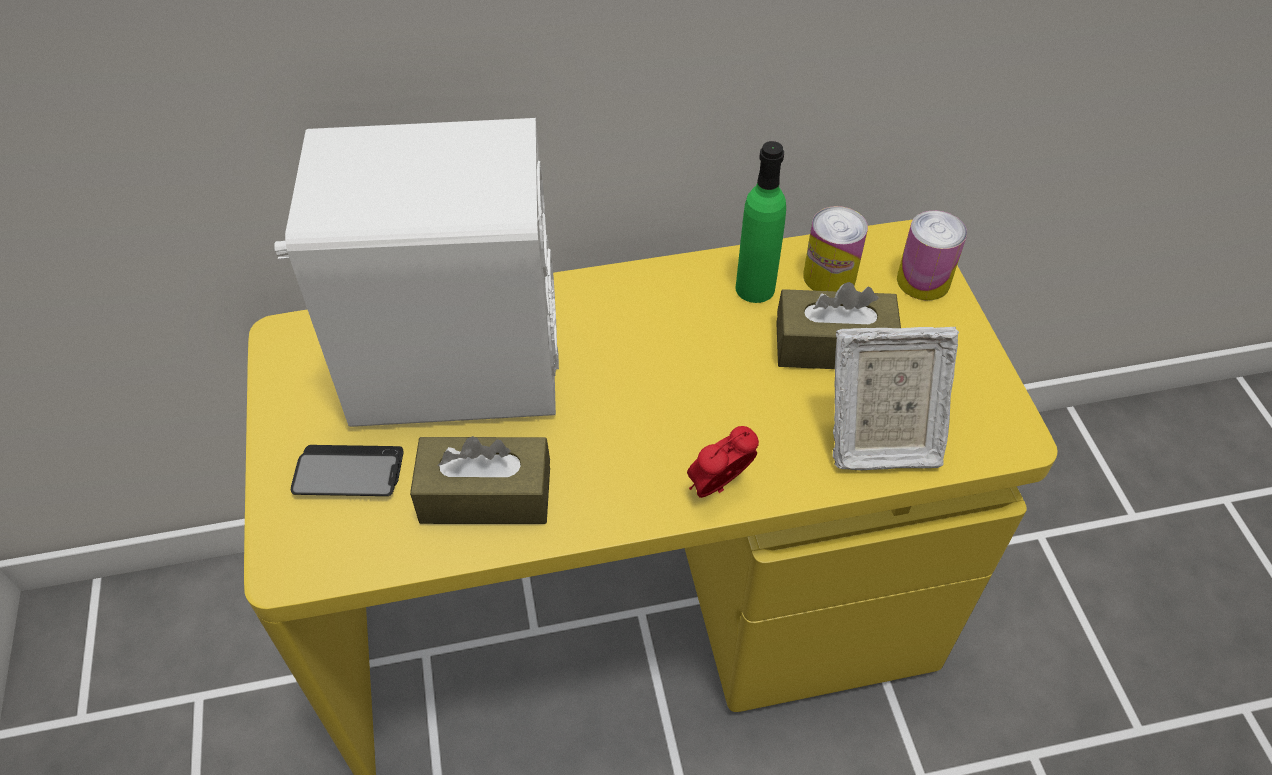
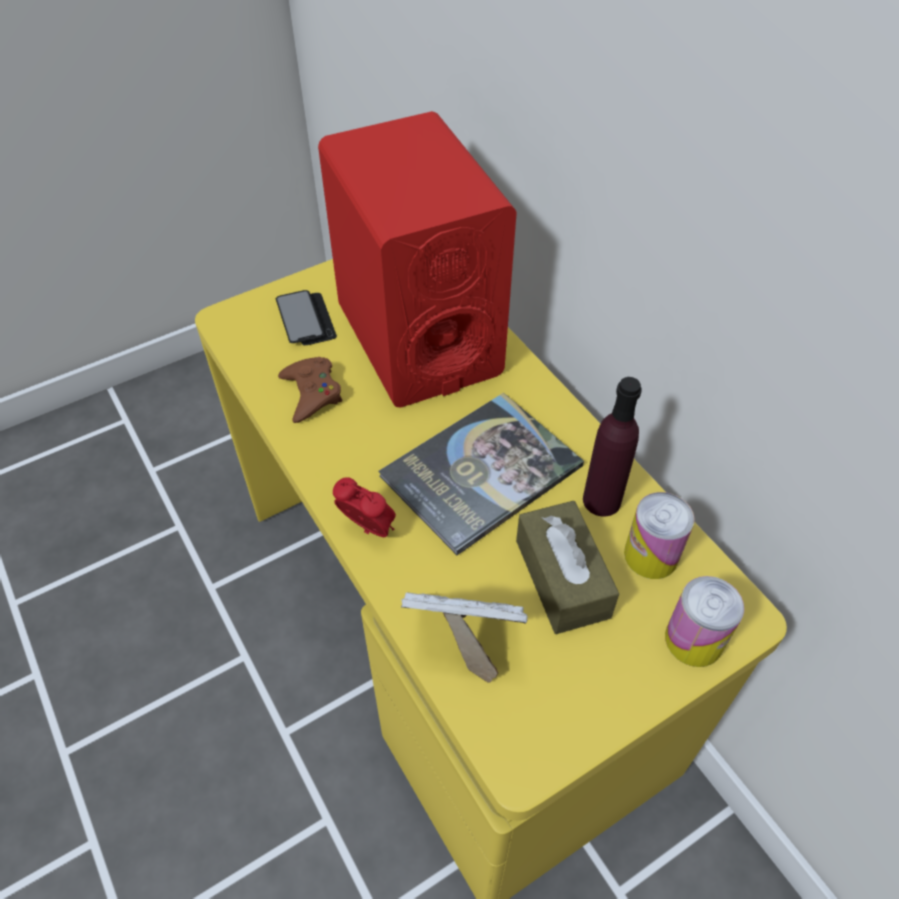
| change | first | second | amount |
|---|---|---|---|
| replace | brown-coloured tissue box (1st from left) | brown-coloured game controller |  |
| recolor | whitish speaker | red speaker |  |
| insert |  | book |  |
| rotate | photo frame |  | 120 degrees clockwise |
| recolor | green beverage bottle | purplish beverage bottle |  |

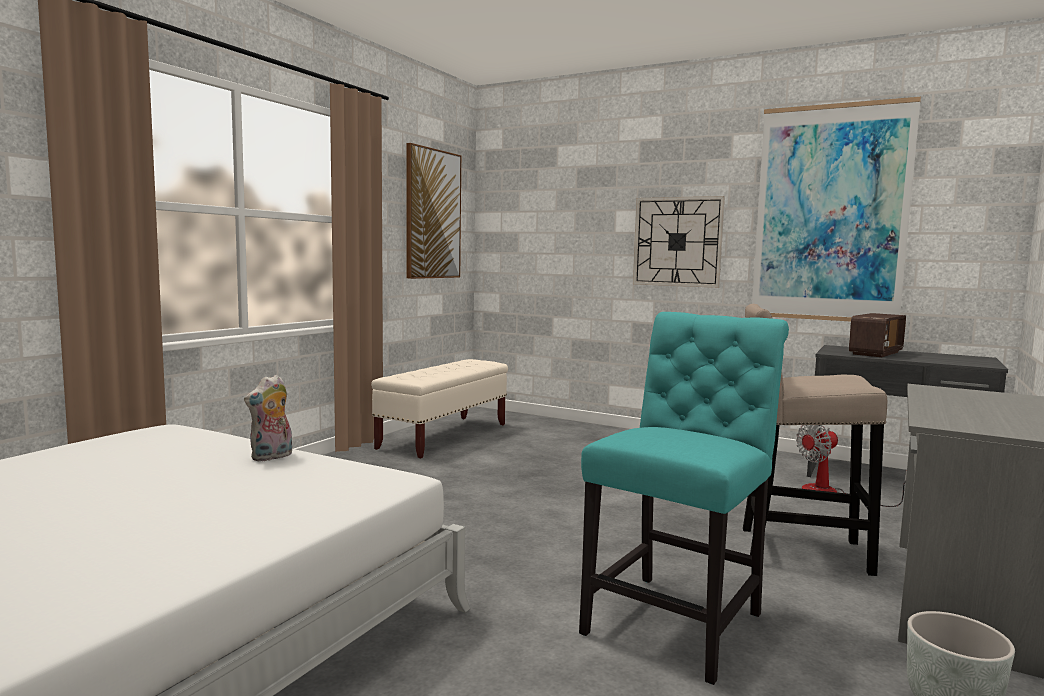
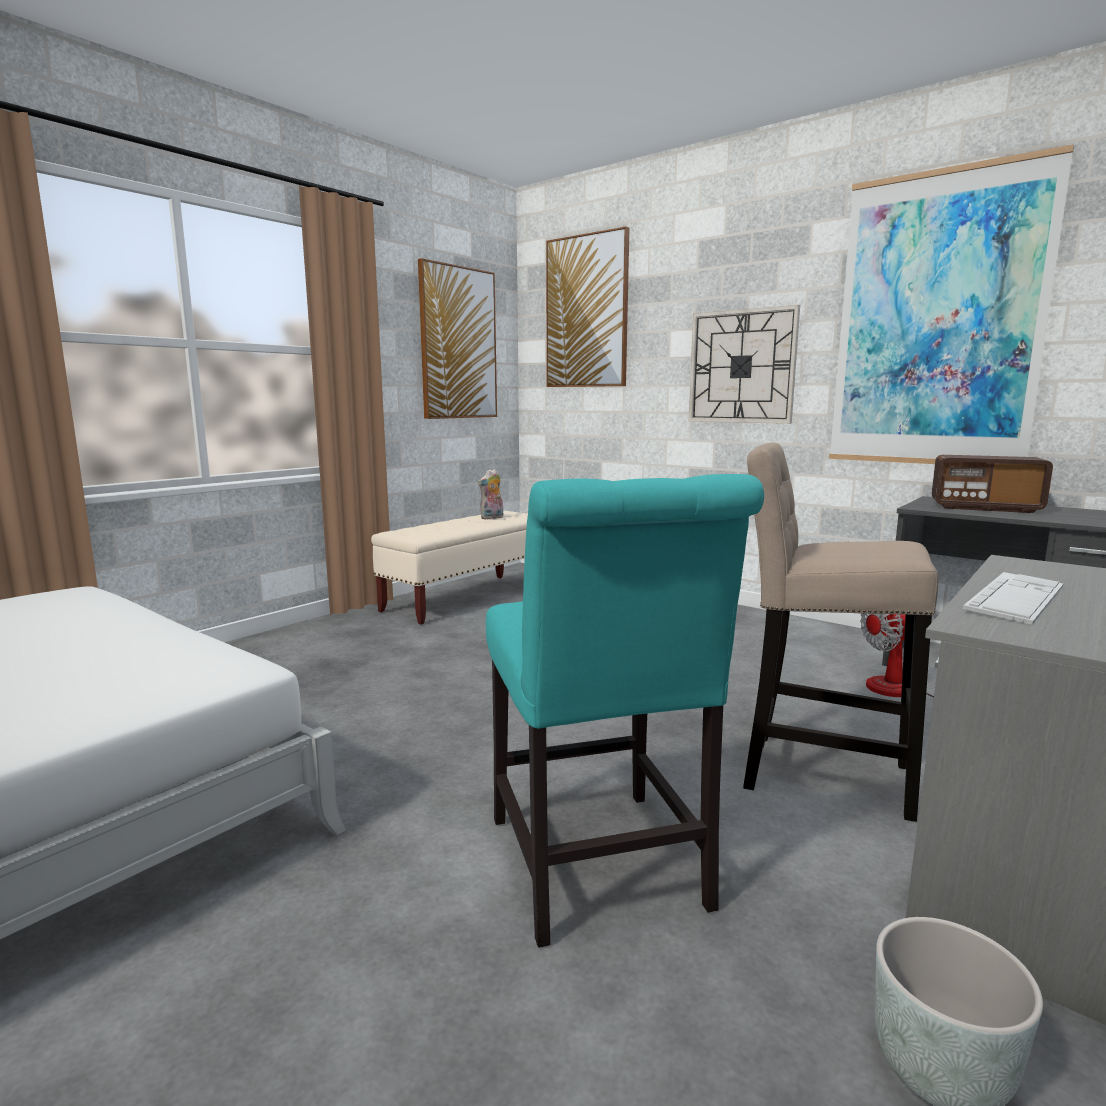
| change | first | second | amount |
|---|---|---|---|
| move | soft toy |  |  |
| rotate | turquoise-coloured upright chair |  | 120 degrees clockwise |
| insert |  | wall picture (2nd from left) |  |
| rotate | radio set |  | 60 degrees clockwise |
| insert |  | computer keyboard |  |

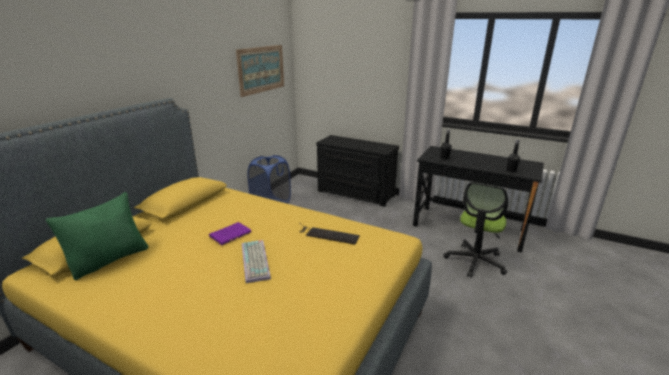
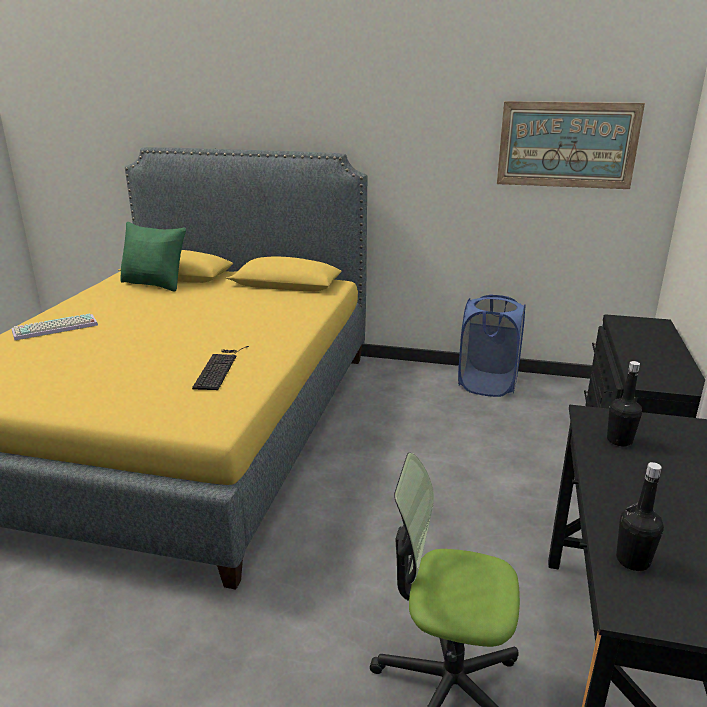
| change | first | second | amount |
|---|---|---|---|
| move | computer keyboard (1st from left) |  |  |
| delete | purplish book |  |  |

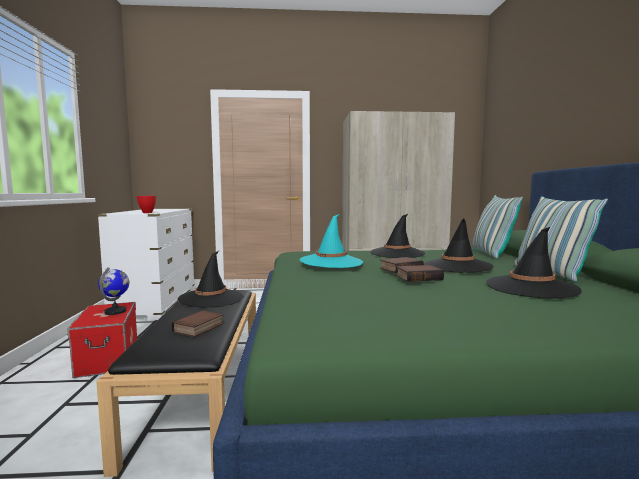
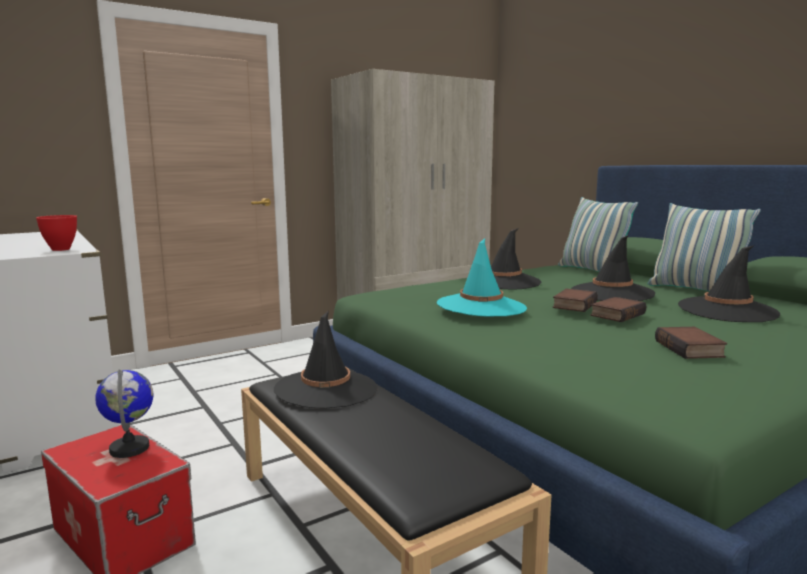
| change | first | second | amount |
|---|---|---|---|
| move | book (1st from left in the first image) | book (3rd from left) |  |

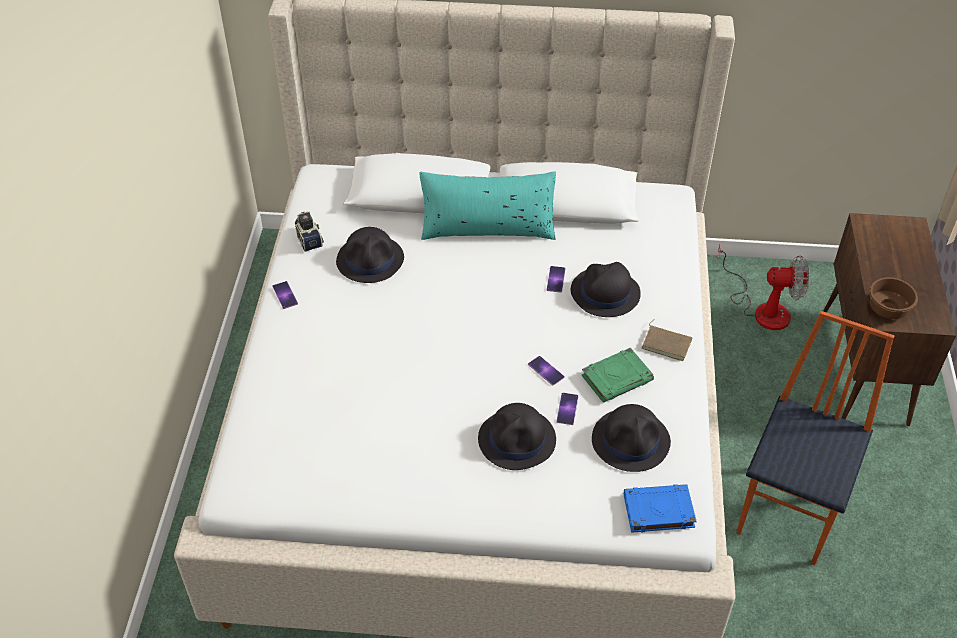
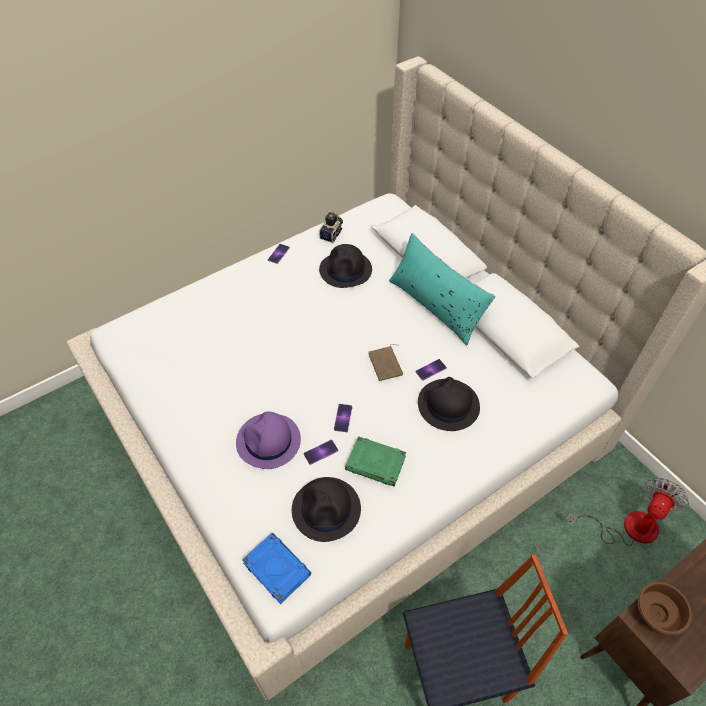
| change | first | second | amount |
|---|---|---|---|
| recolor | black-coloured wearable hat (2nd from left) | purplish wearable hat |  |
| move | brown-coloured book |  |  |
| rotate | electric fan |  | 105 degrees counterclockwise |

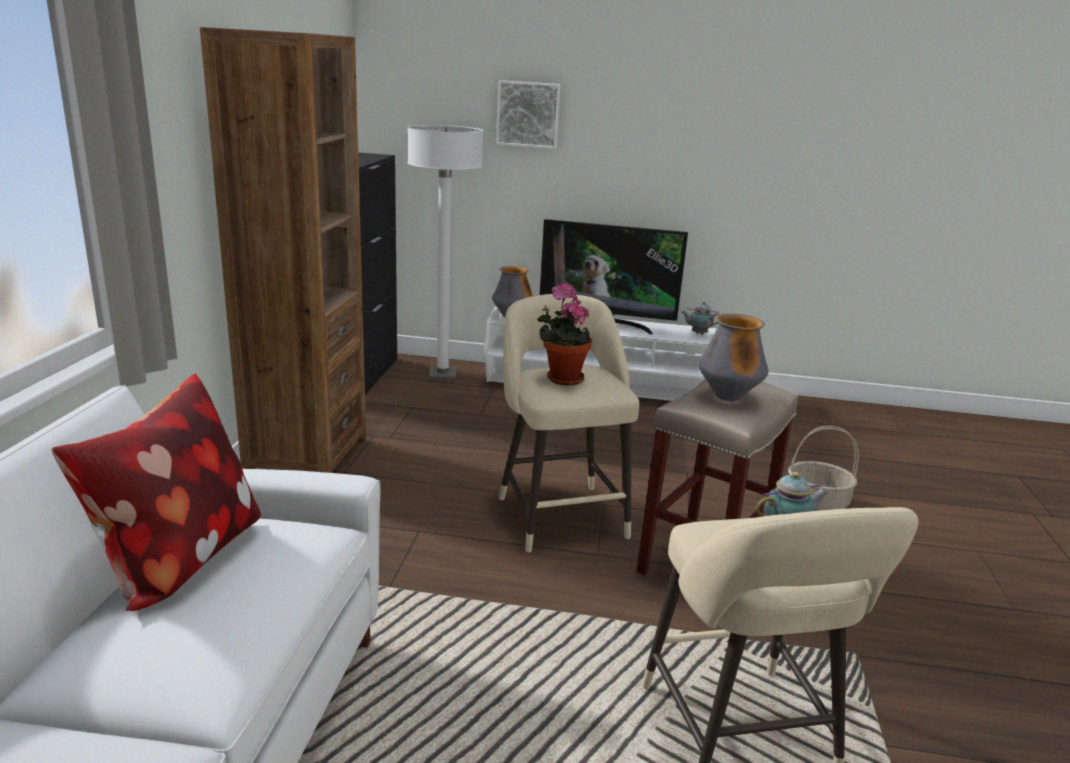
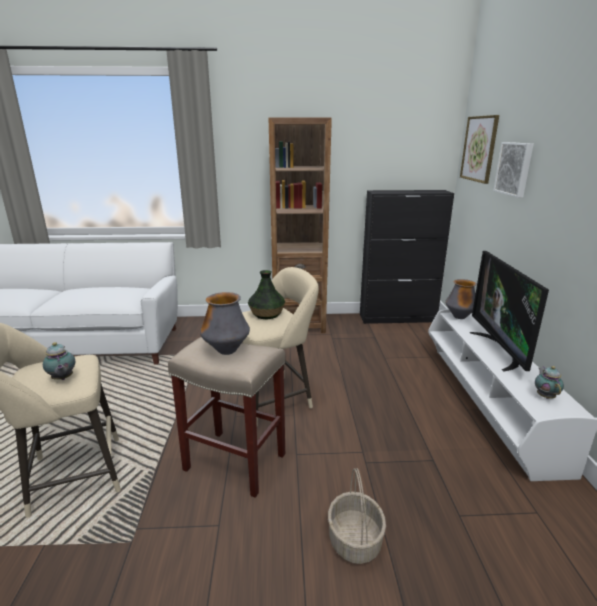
| change | first | second | amount |
|---|---|---|---|
| replace | potted plant | flower vase (2nd from left) |  |
| insert |  | wall picture (1st from left) |  |
| delete | pillow |  |  |
| delete | whitish standard lamp |  |  |

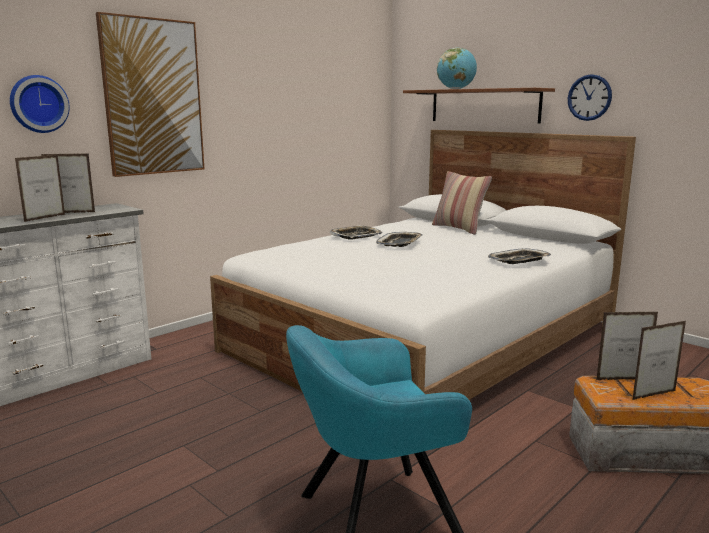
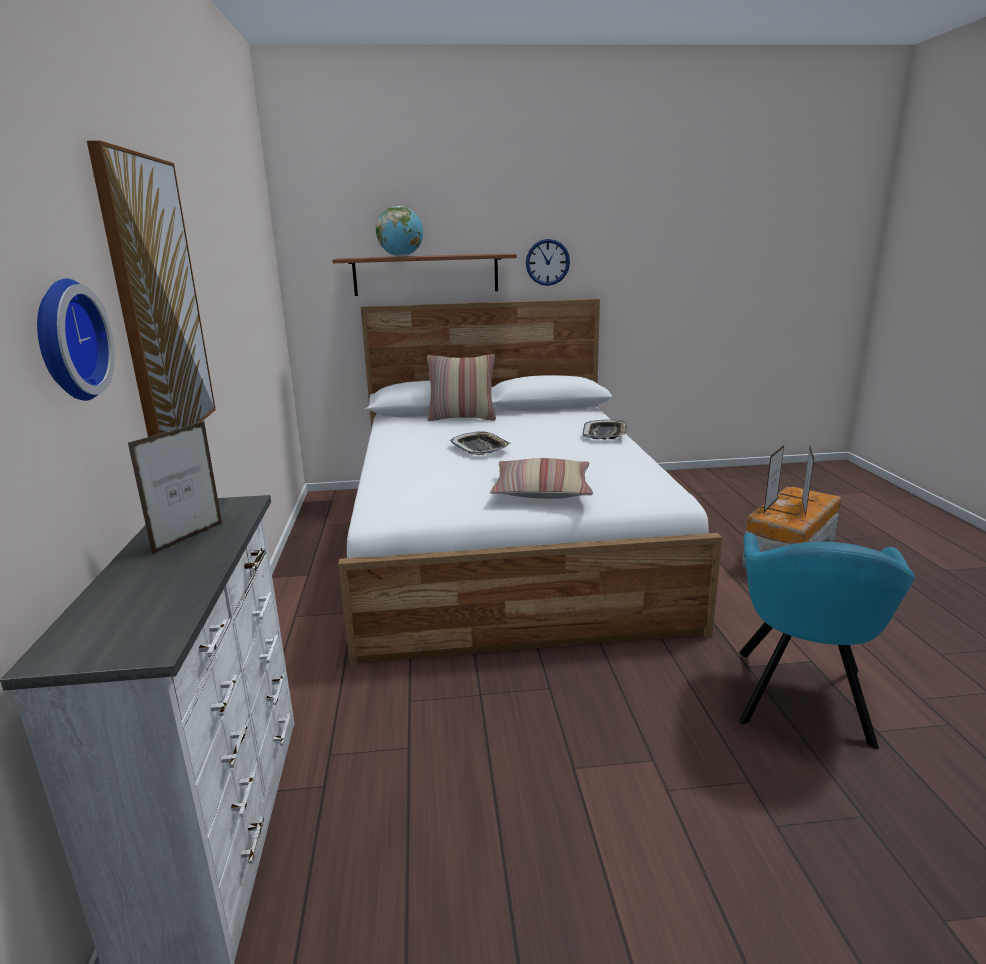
| change | first | second | amount |
|---|---|---|---|
| insert |  | pillow (2nd from left) |  |
| delete | photo frame (1st from left) |  |  |
| delete | serving tray (1st from left) |  |  |

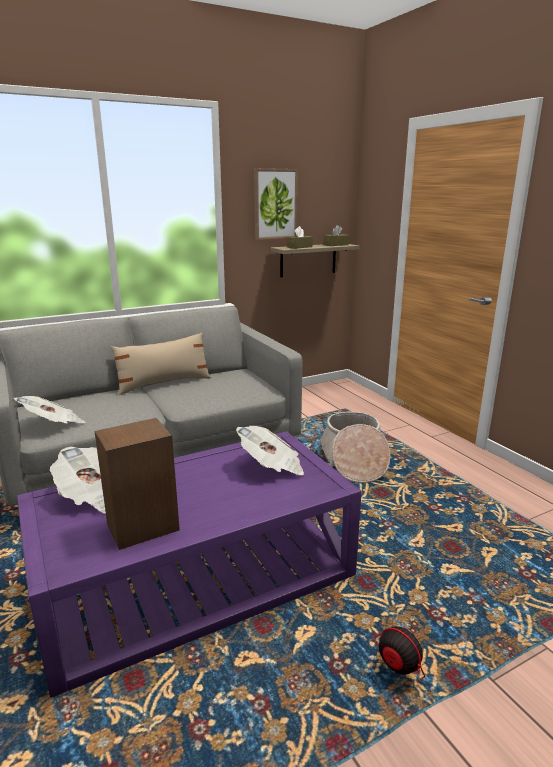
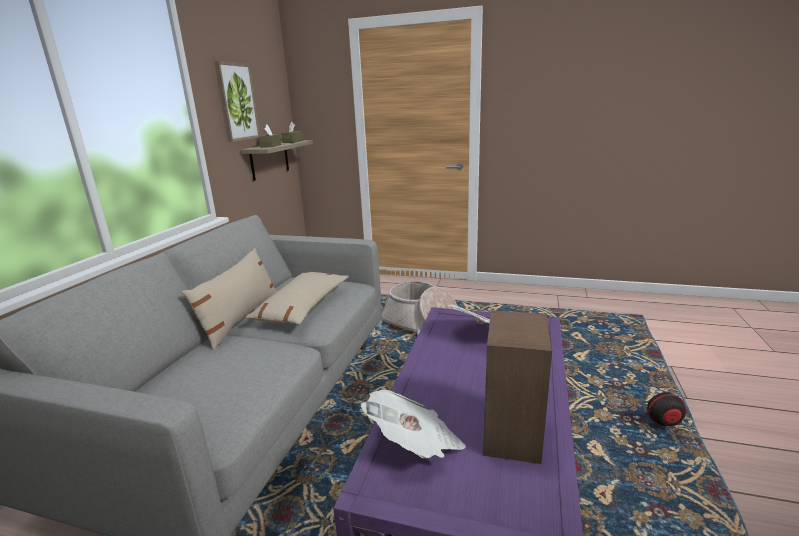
| change | first | second | amount |
|---|---|---|---|
| insert |  | beige pillow (2nd from left) |  |
| delete | daily paper (1st from left) |  |  |

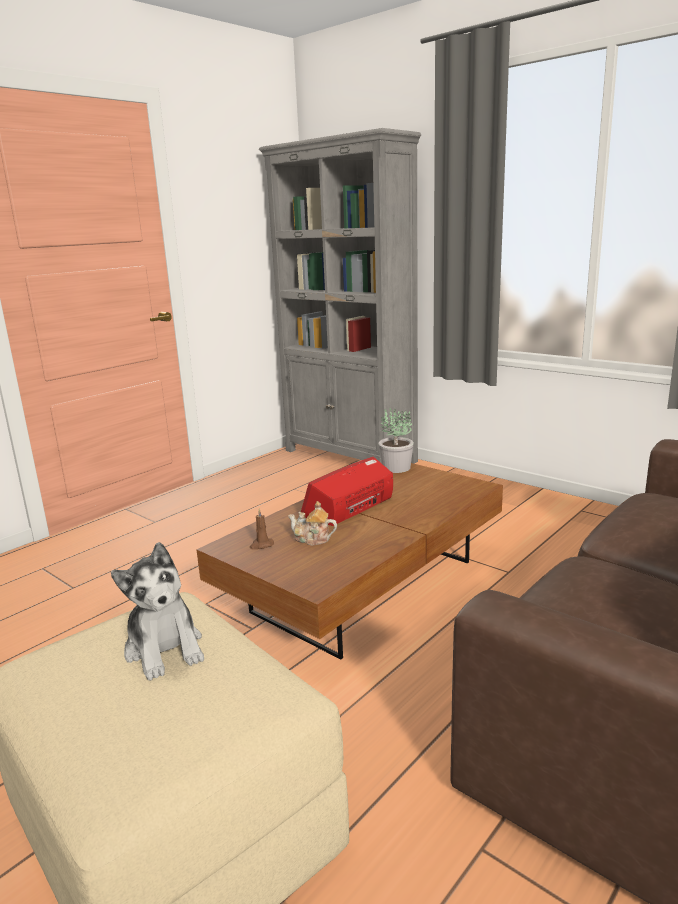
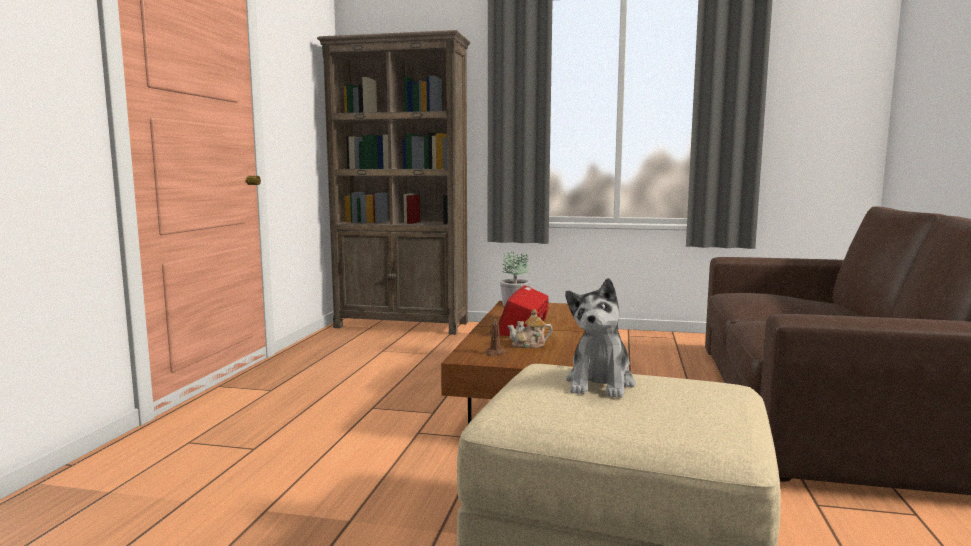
| change | first | second | amount |
|---|---|---|---|
| recolor | greyish bookshelf | brown-coloured bookshelf |  |
| rotate | soft toy |  | 75 degrees clockwise |

